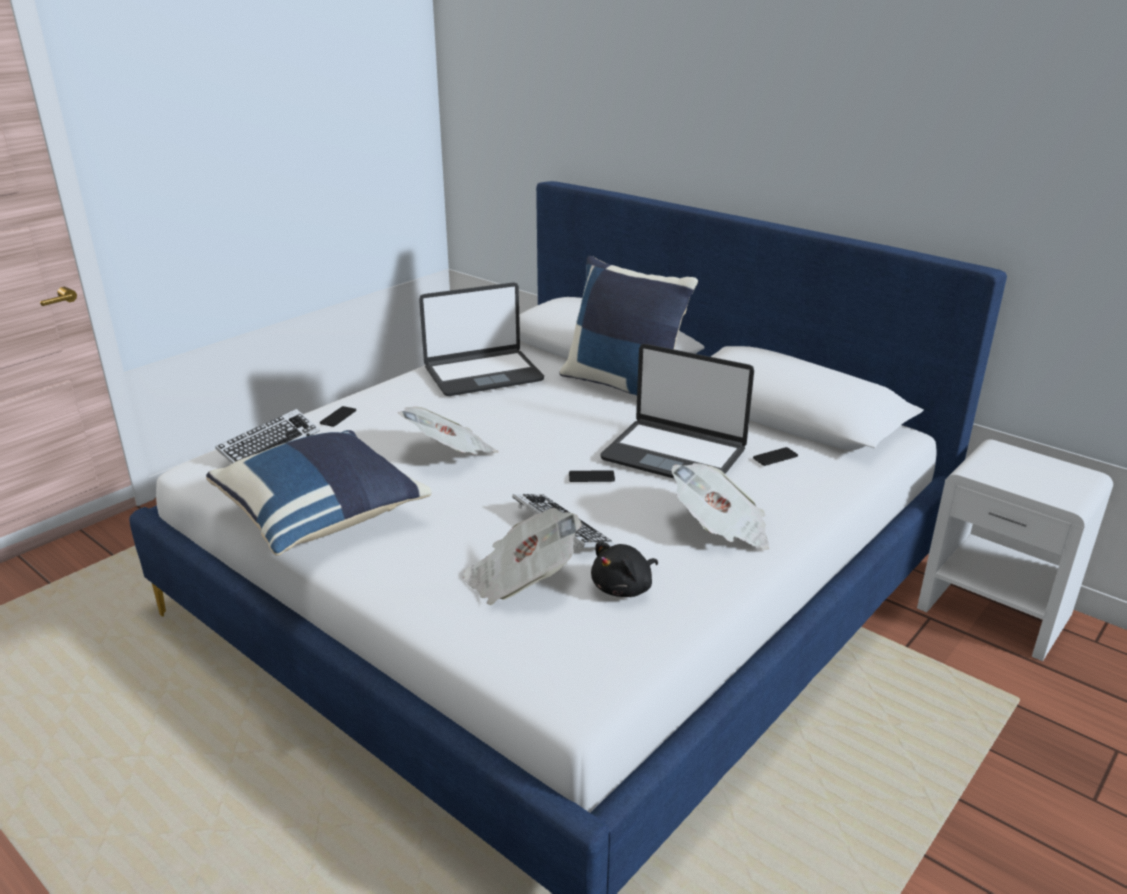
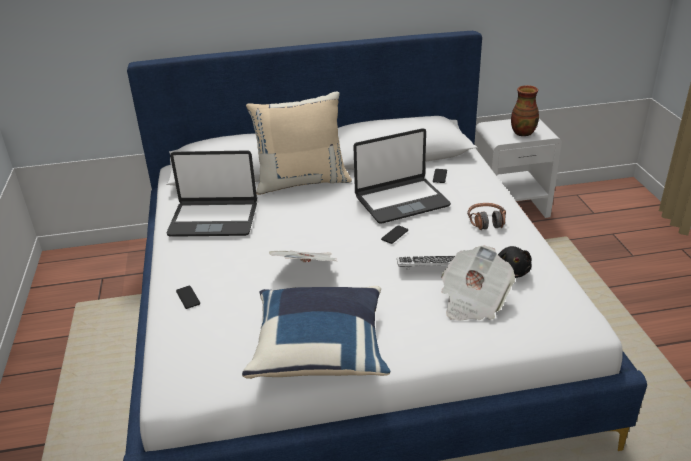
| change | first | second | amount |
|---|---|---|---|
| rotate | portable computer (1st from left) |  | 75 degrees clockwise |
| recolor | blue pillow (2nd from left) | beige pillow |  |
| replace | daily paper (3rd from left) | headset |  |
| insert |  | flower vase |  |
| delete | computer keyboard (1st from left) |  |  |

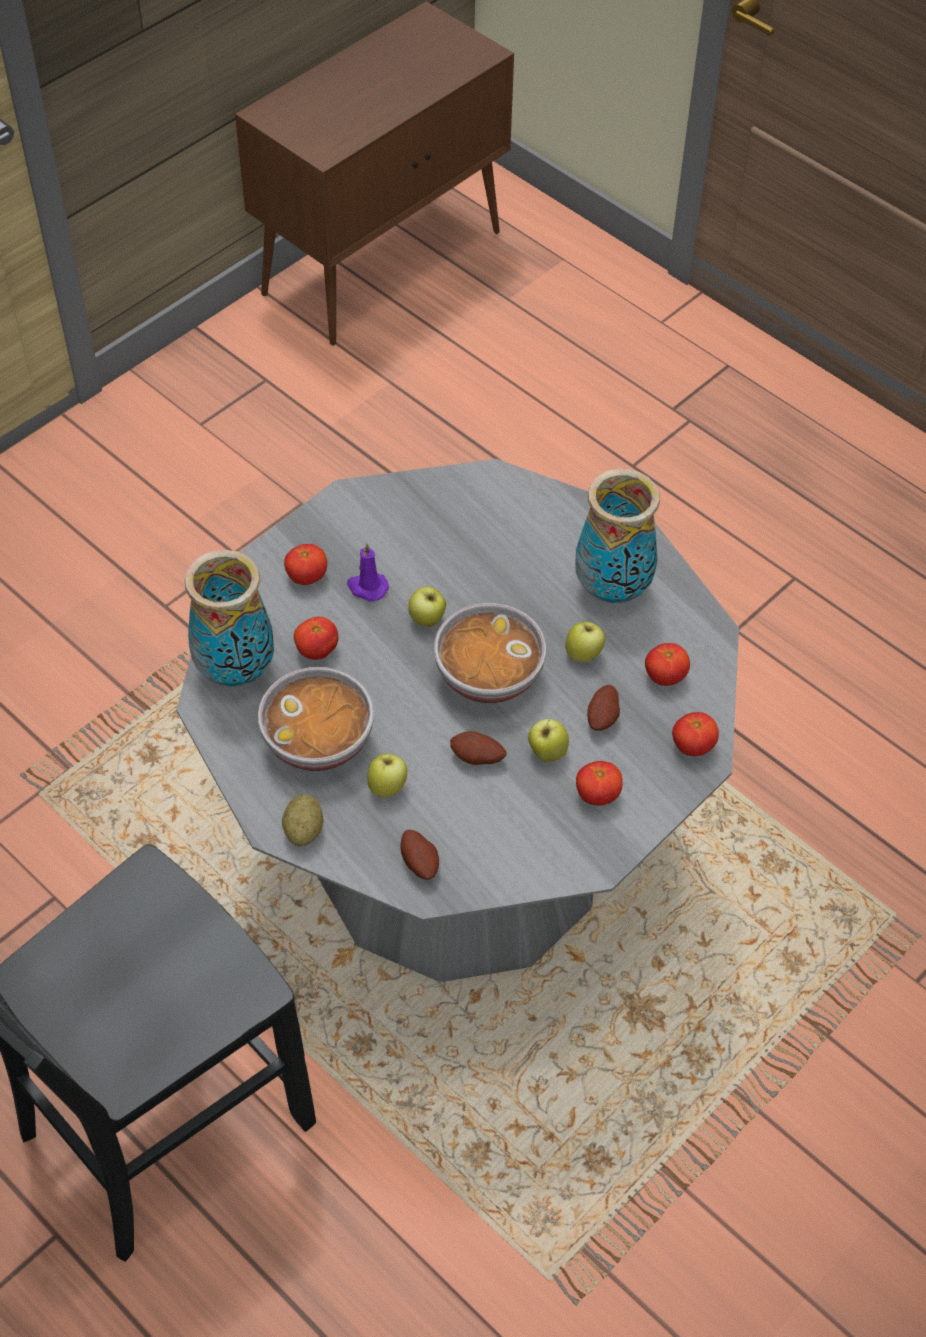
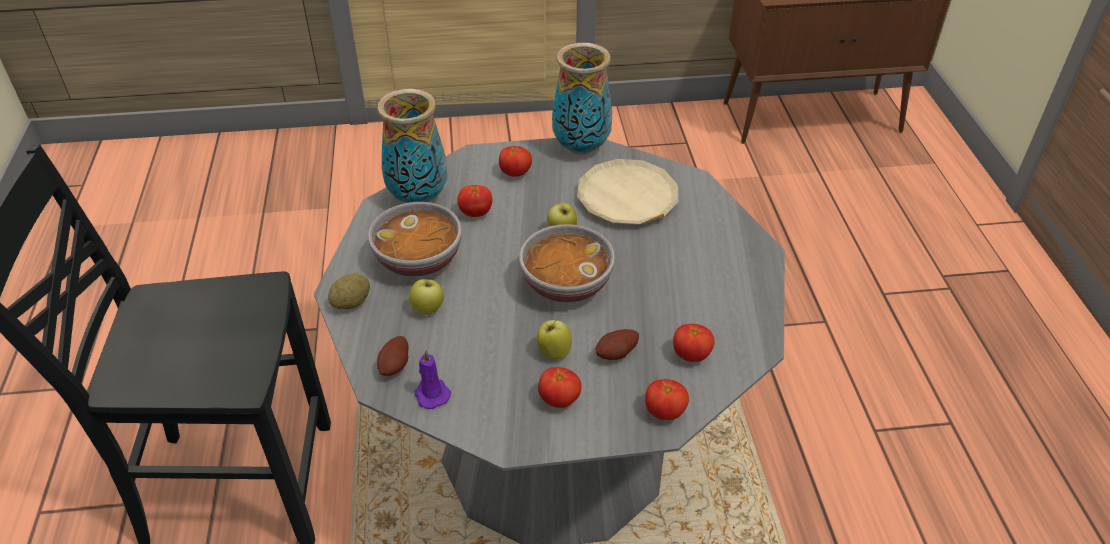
| change | first | second | amount |
|---|---|---|---|
| move | purplish wax candle |  |  |
| move | flower vase (2nd from left) |  |  |
| insert |  | beige flat dish |  |
| delete | spud (3rd from left) |  |  |
| delete | apple fruit (4th from left) |  |  |

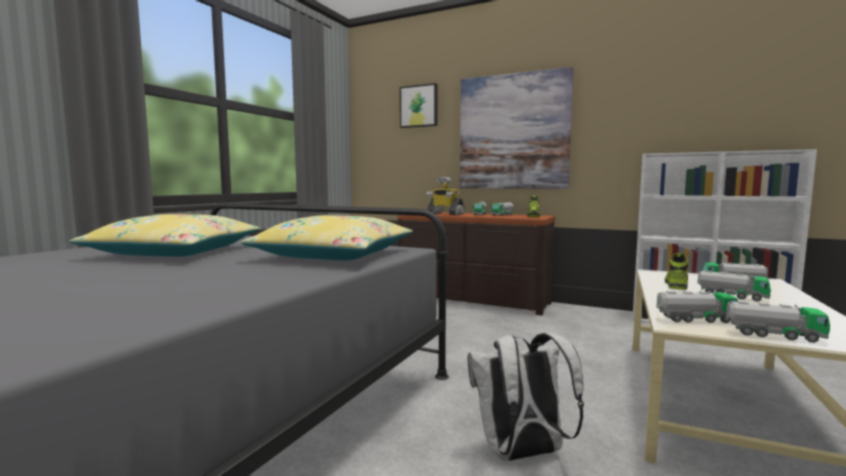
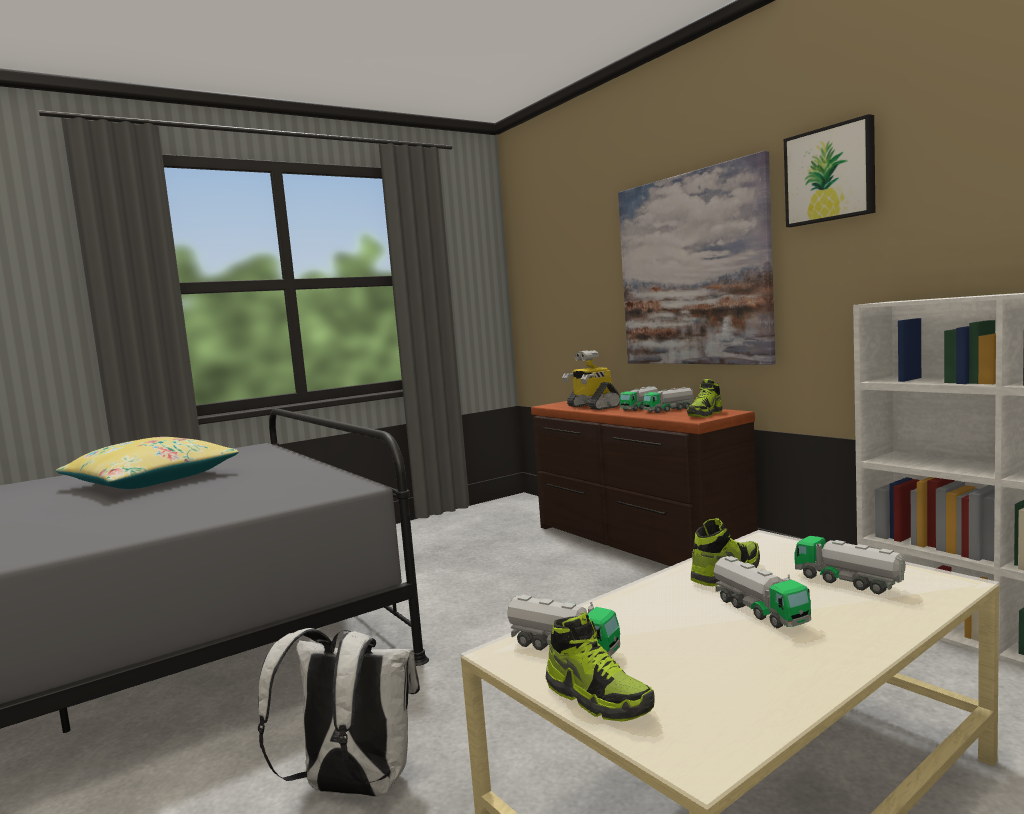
| change | first | second | amount |
|---|---|---|---|
| replace | model truck (6th from left) | item of footwear (1st from left) |  |
| move | wall picture (1st from left in the first image) | wall picture (2nd from left) |  |
| delete | yellowish pillow (2nd from left) |  |  |

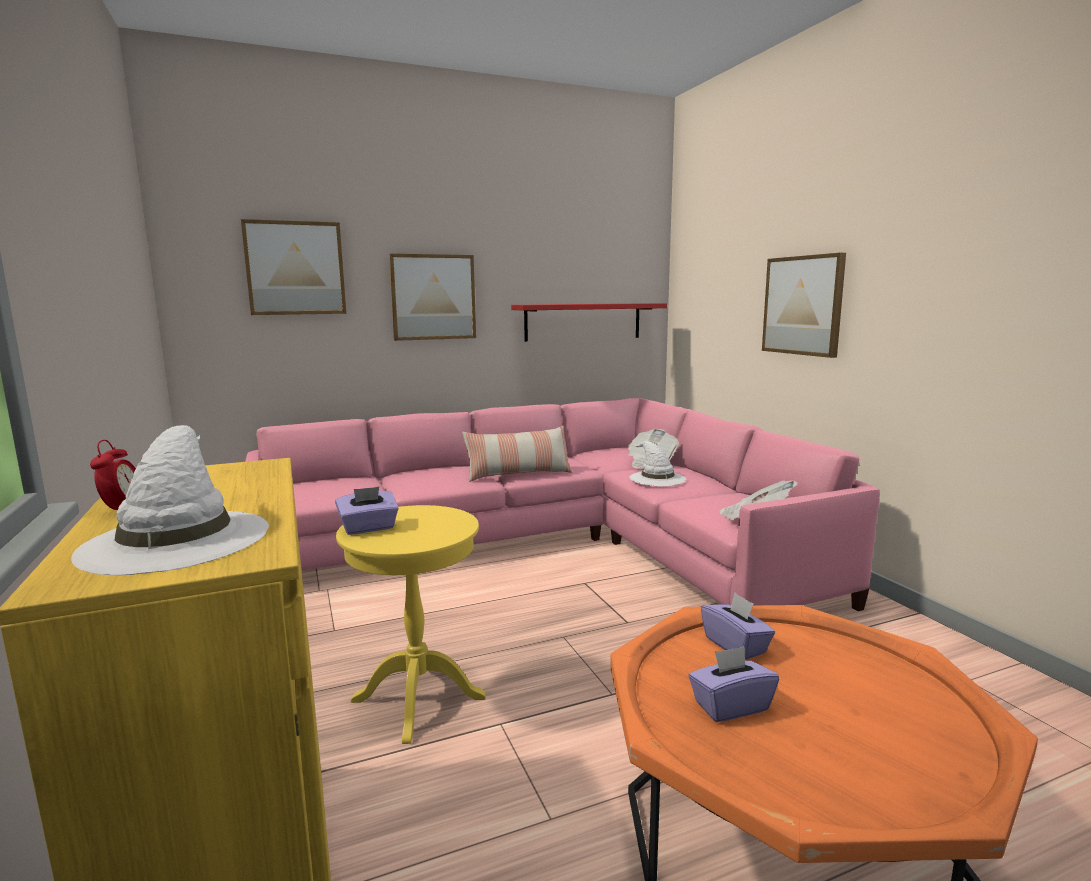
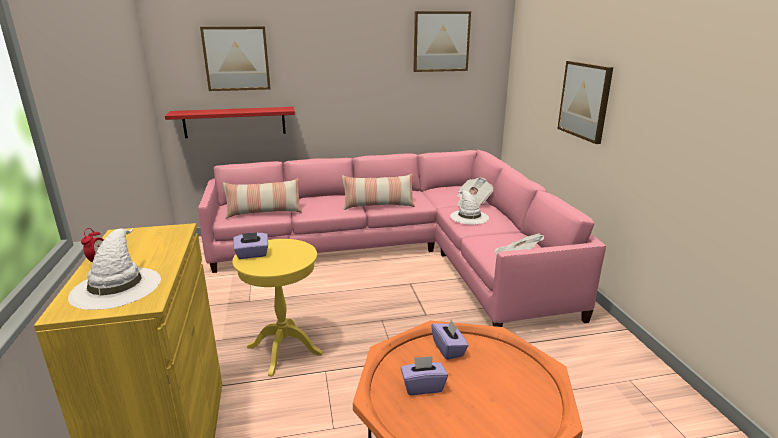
| change | first | second | amount |
|---|---|---|---|
| move | red bracket shelf |  |  |
| insert |  | pillow (1st from left) |  |
| move | wall picture (2nd from left) |  |  |

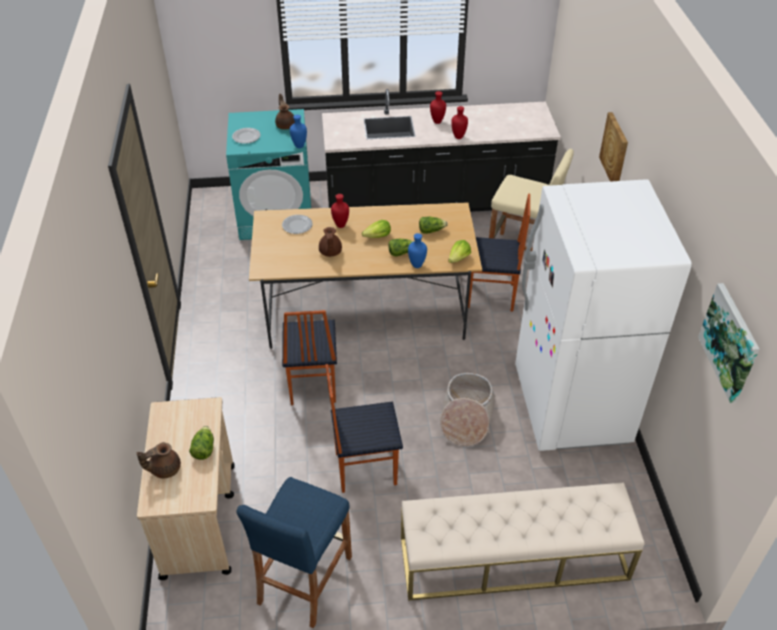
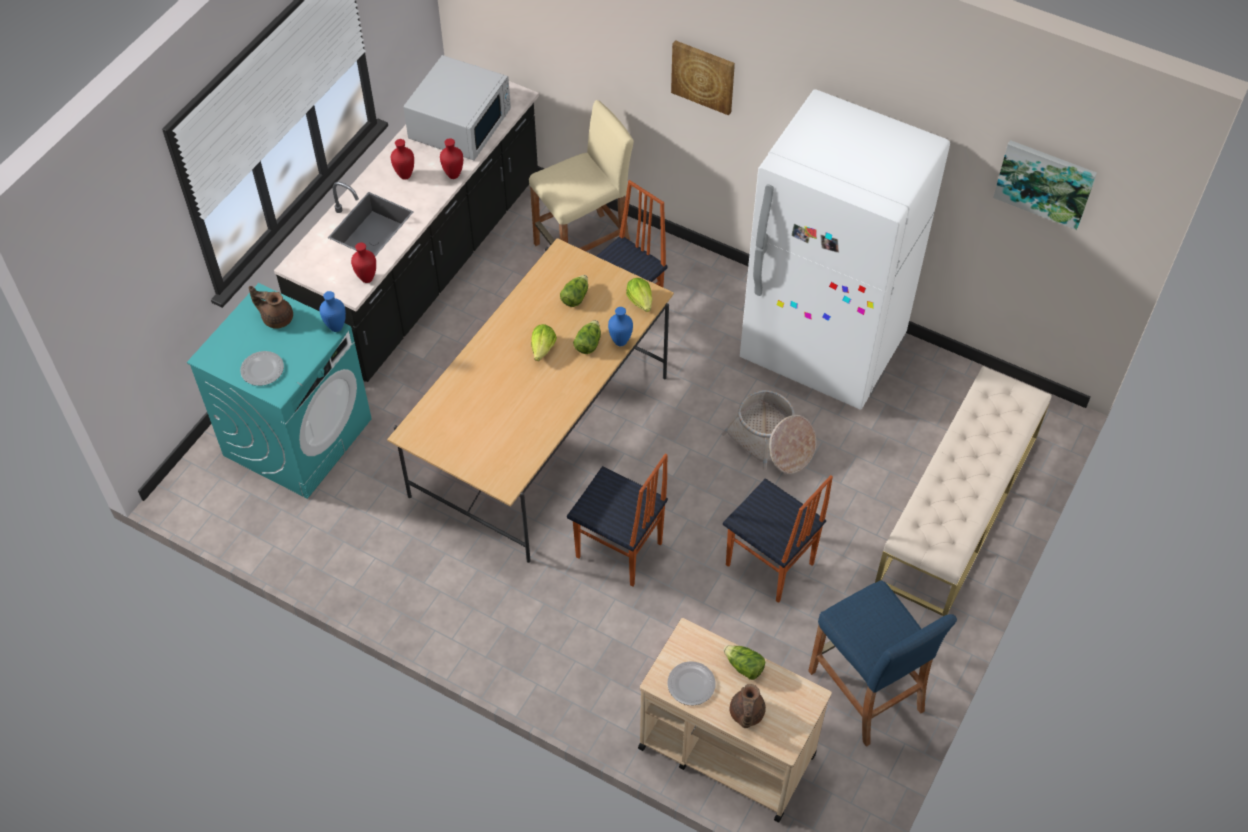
| change | first | second | amount |
|---|---|---|---|
| move | red flower vase (1st from left) |  |  |
| insert |  | whitish microwave |  |
| move | flat dish (2nd from left) |  |  |
| rotate | upright chair (2nd from left in the first image) | upright chair (3rd from left) | 75 degrees counterclockwise |
| delete | brown-coloured teapot (3rd from left) |  |  |

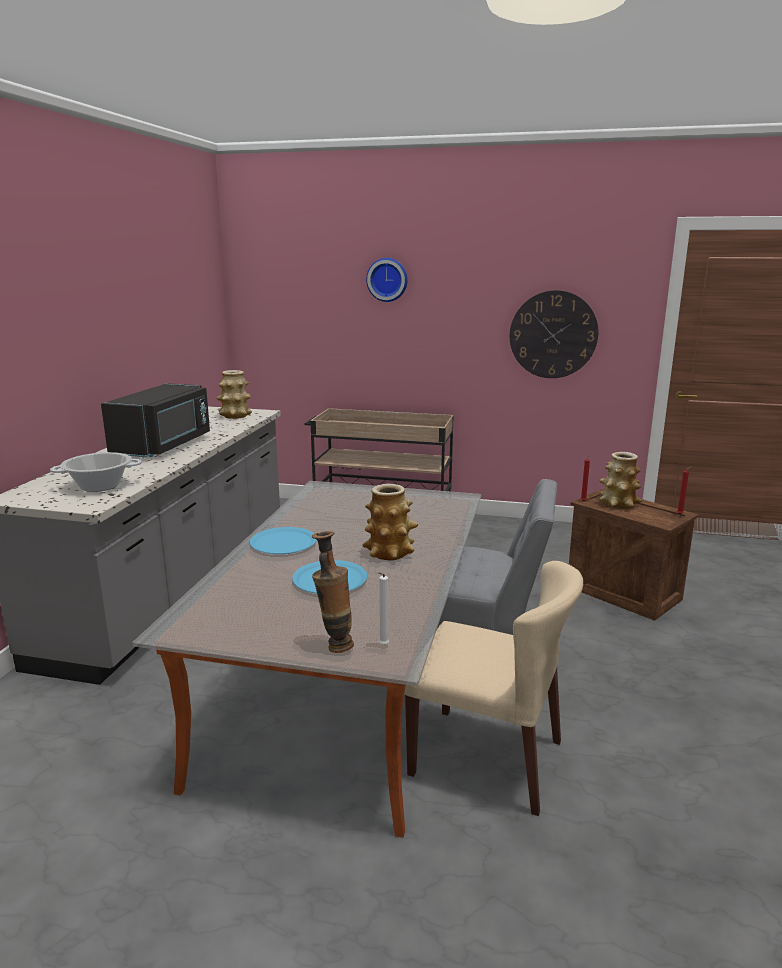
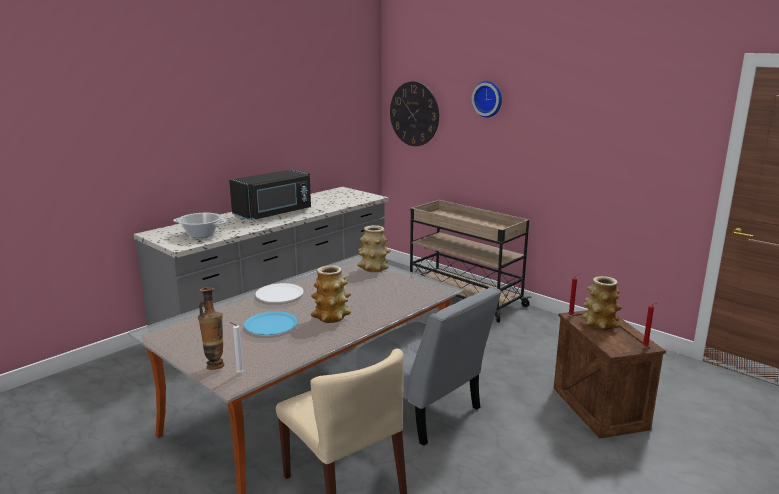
| change | first | second | amount |
|---|---|---|---|
| recolor | blue flat dish (1st from left) | whitish flat dish |  |
| move | flower vase (1st from left in the first image) | flower vase (3rd from left) |  |
| move | clock on the wall (2nd from left in the first image) | clock on the wall (1st from left) |  |

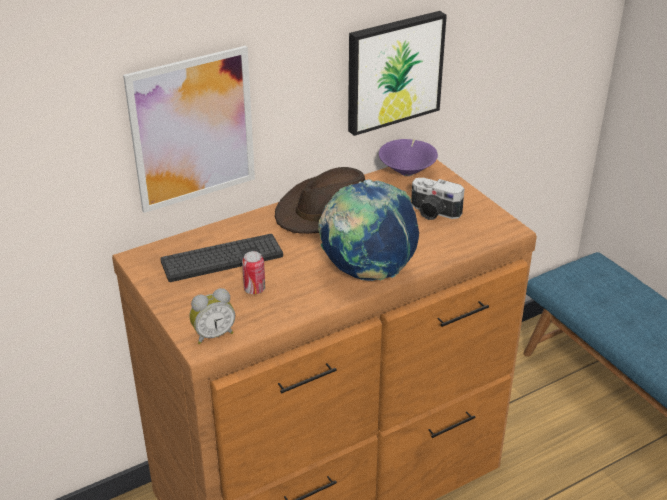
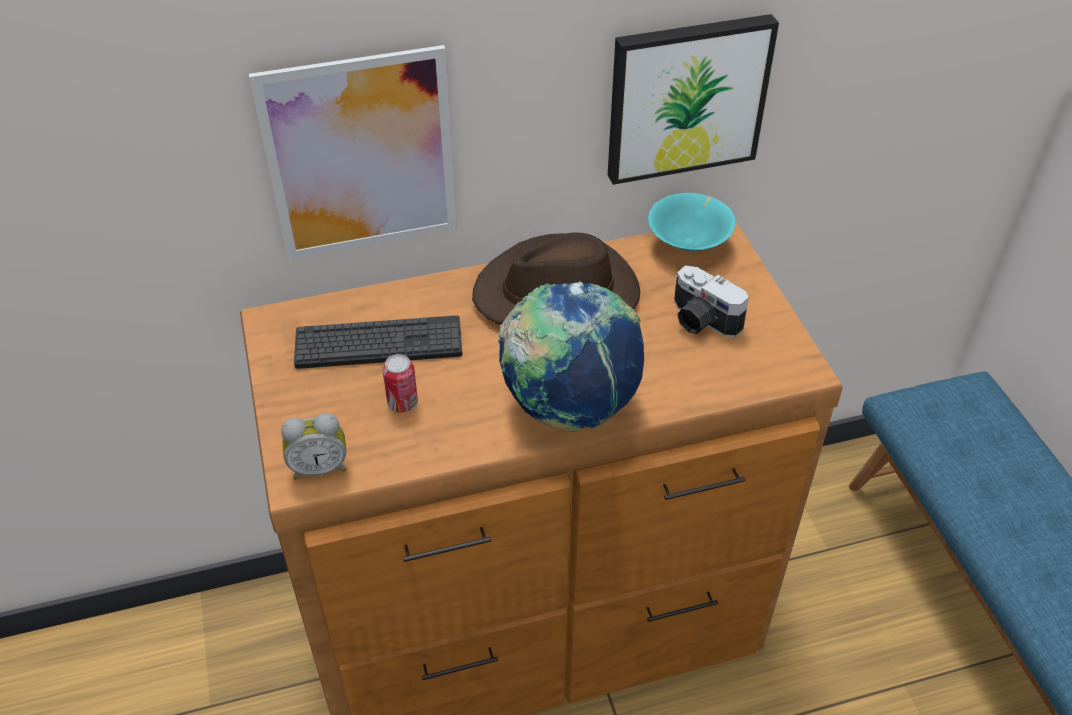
| change | first | second | amount |
|---|---|---|---|
| recolor | purplish deep dish | turquoise-coloured deep dish |  |

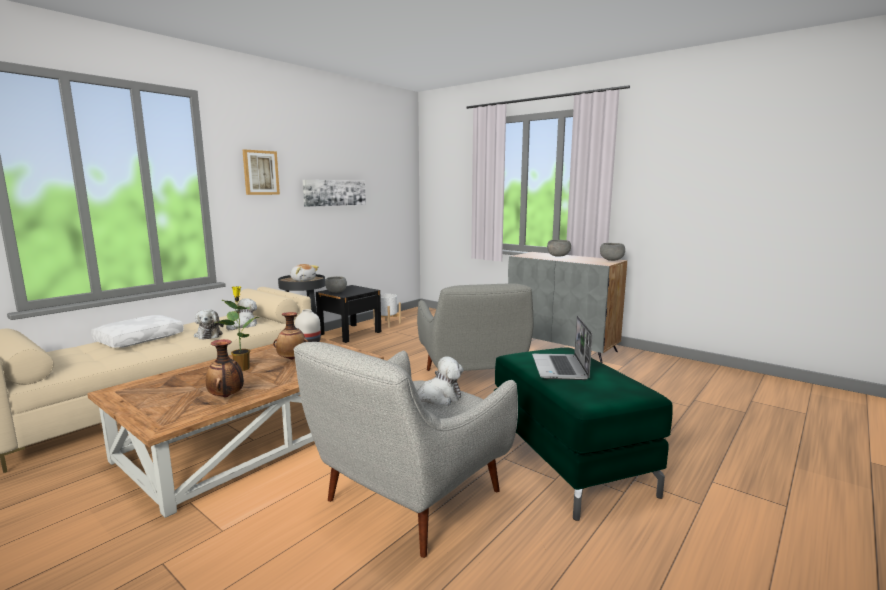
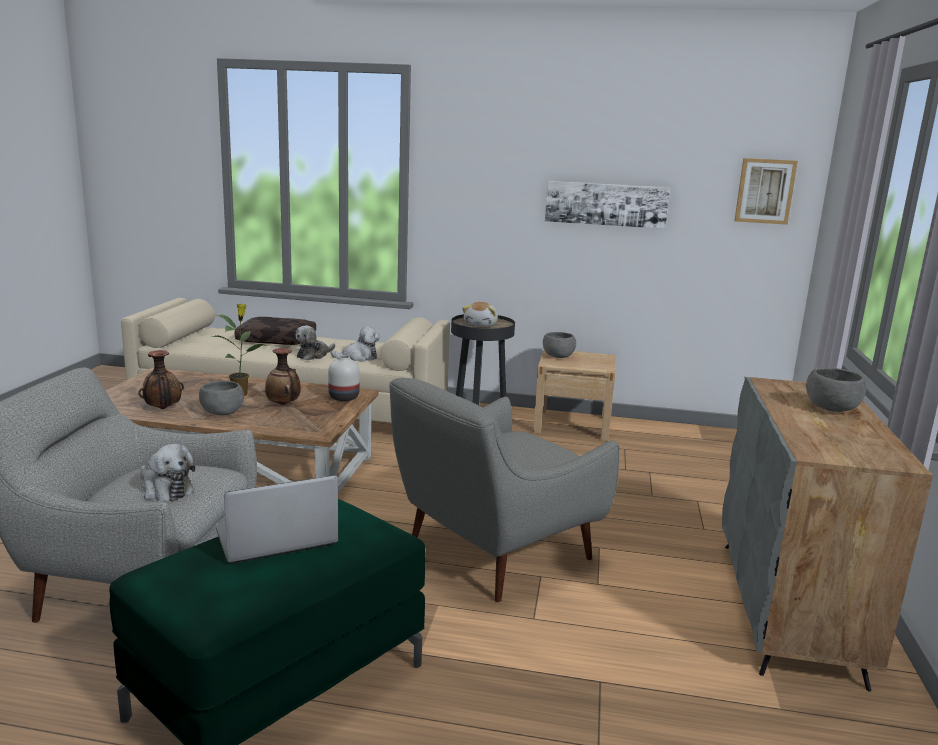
| change | first | second | amount |
|---|---|---|---|
| move | greyish deep dish (3rd from left in the first image) | greyish deep dish (1st from left) |  |
| recolor | whitish pillow | brown-coloured pillow |  |
| recolor | black-coloured nightstand | beige nightstand |  |
| move | wall picture (1st from left in the first image) | wall picture (2nd from left) |  |
| delete | whitish planter |  |  |

